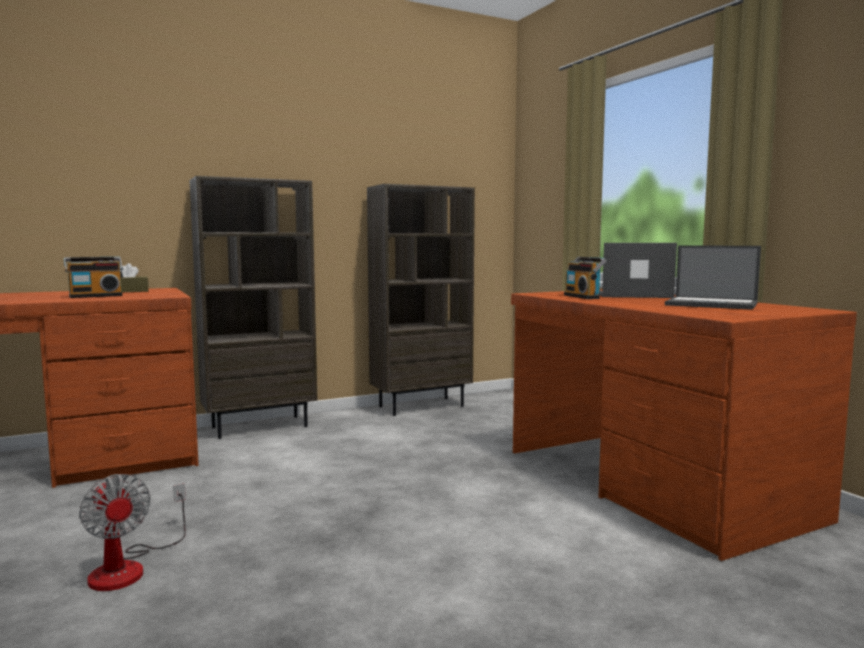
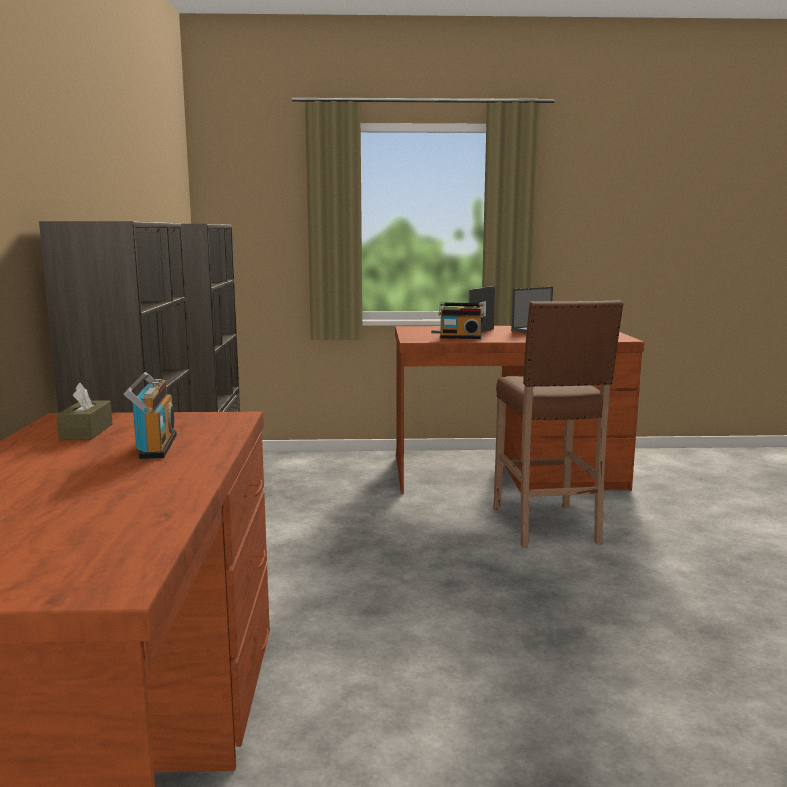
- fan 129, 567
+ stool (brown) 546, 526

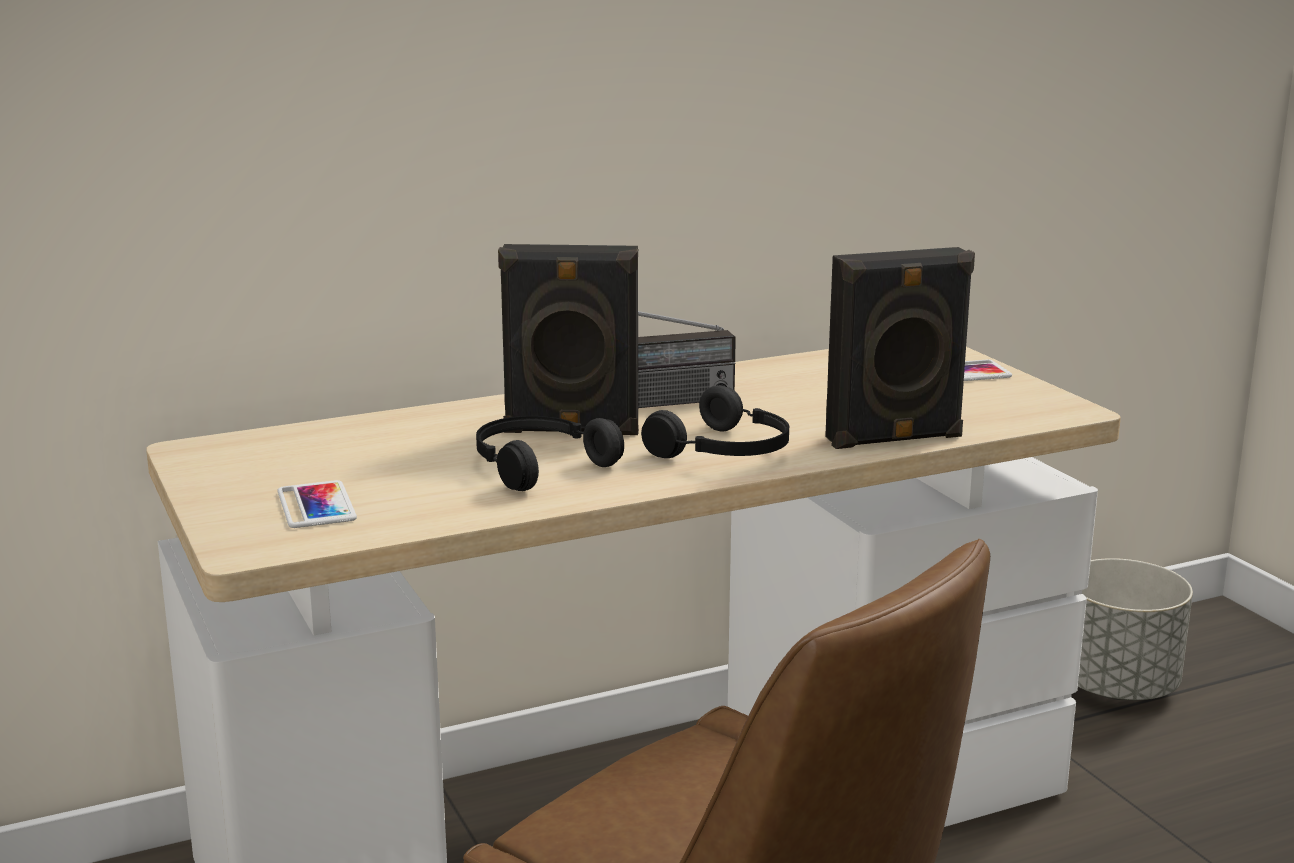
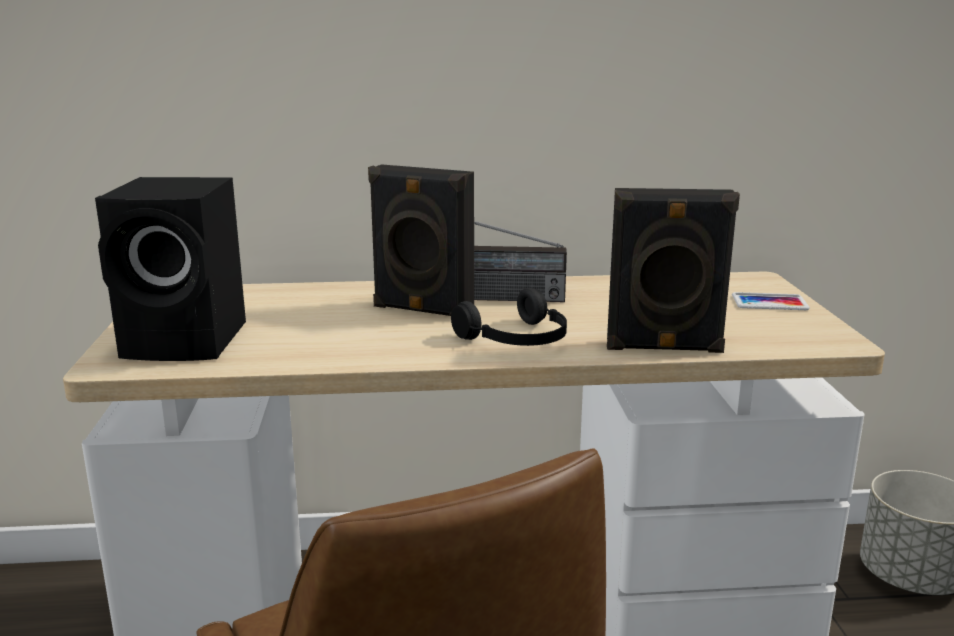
- headphones (black) 537, 466
~ phone 316, 505 to speaker (black) 189, 341

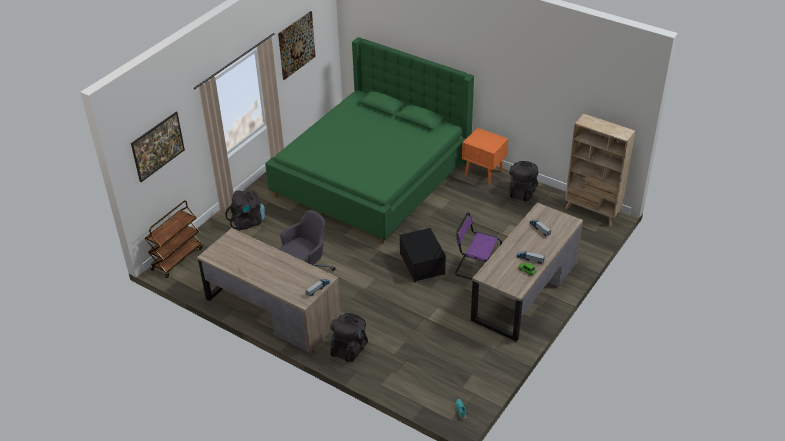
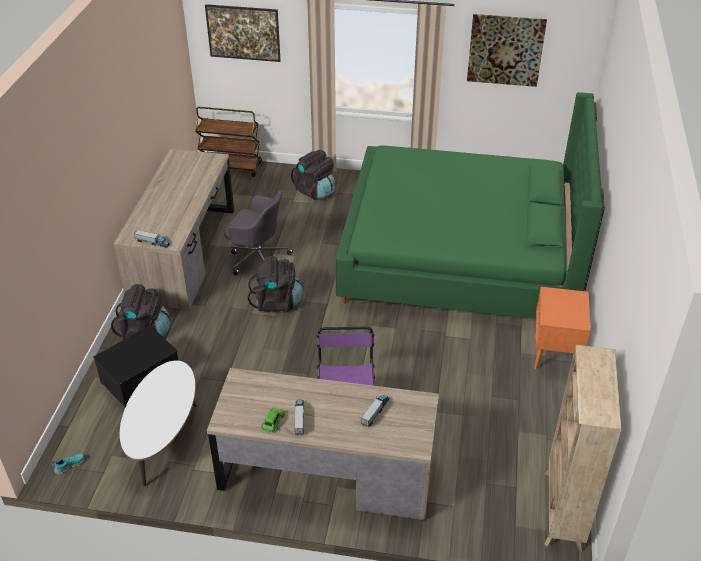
~ backpack (black) 522, 192 to 277, 302
~ storage box 421, 264 to 141, 379
+ coffee table (white) 165, 437

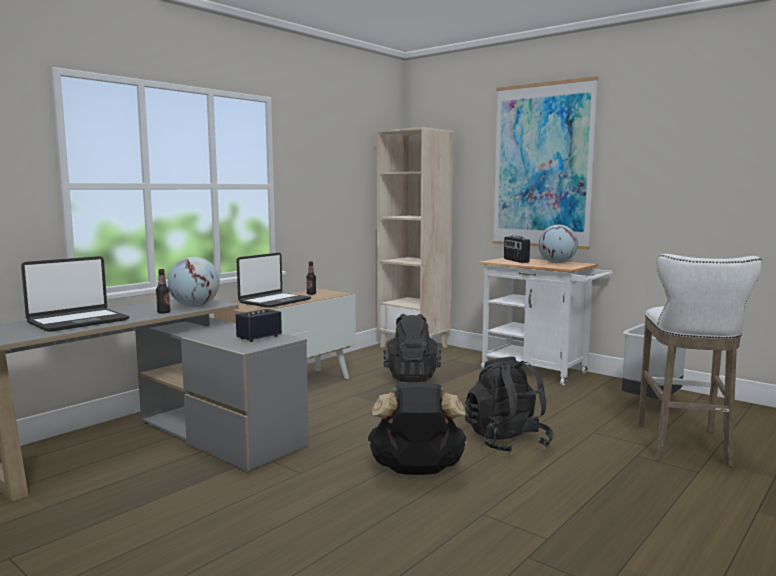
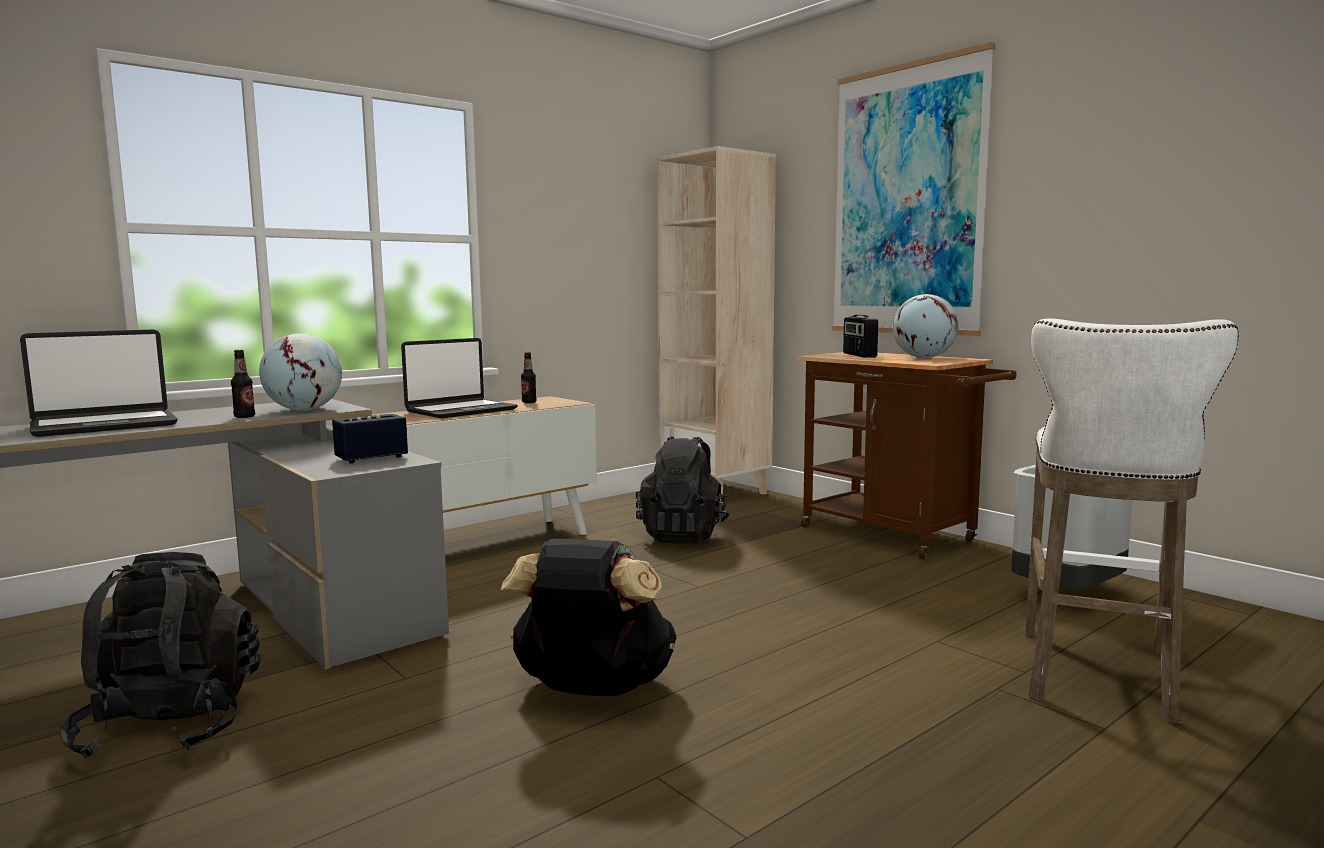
~ cart (white) 540, 371 to cart (brown) 896, 536
~ backpack (black) 507, 441 to 172, 725

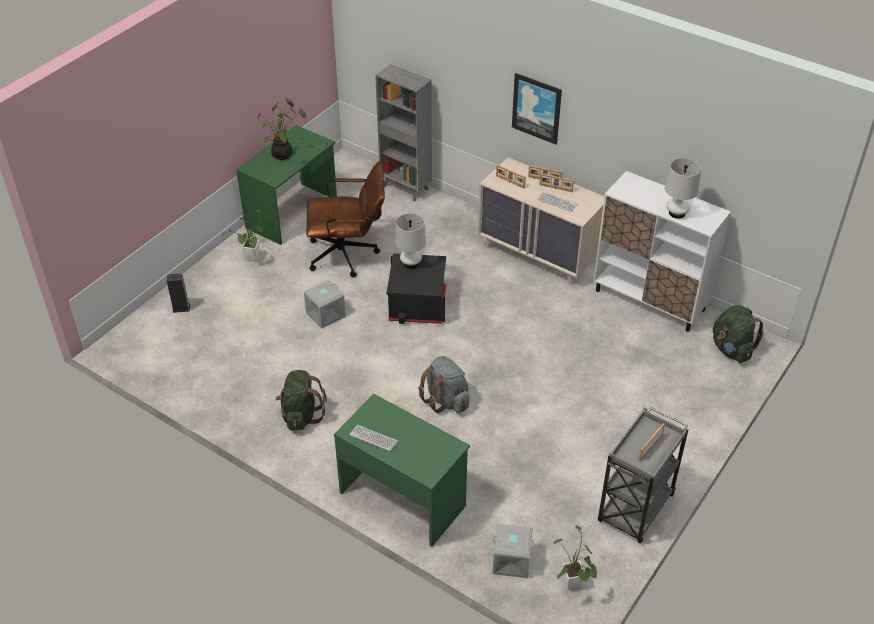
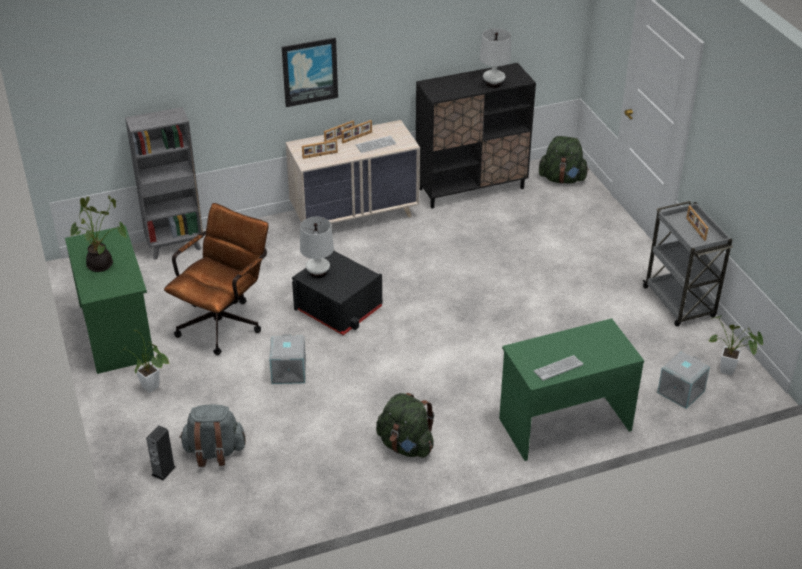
~ cabinet (white) 650, 300 to cabinet (black) 471, 188
~ backpack (grey) 446, 400 to 214, 452

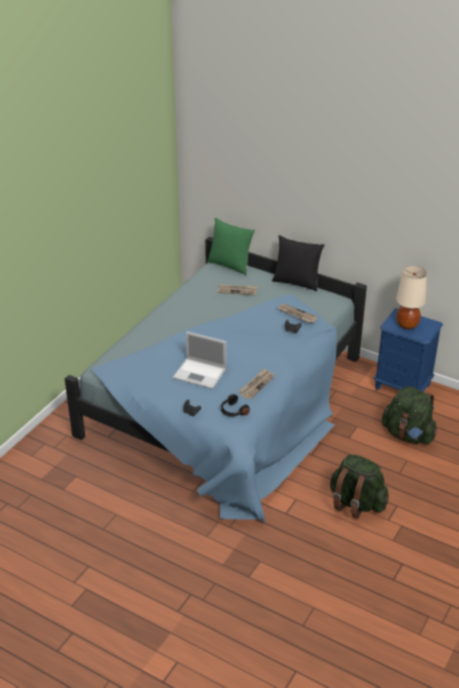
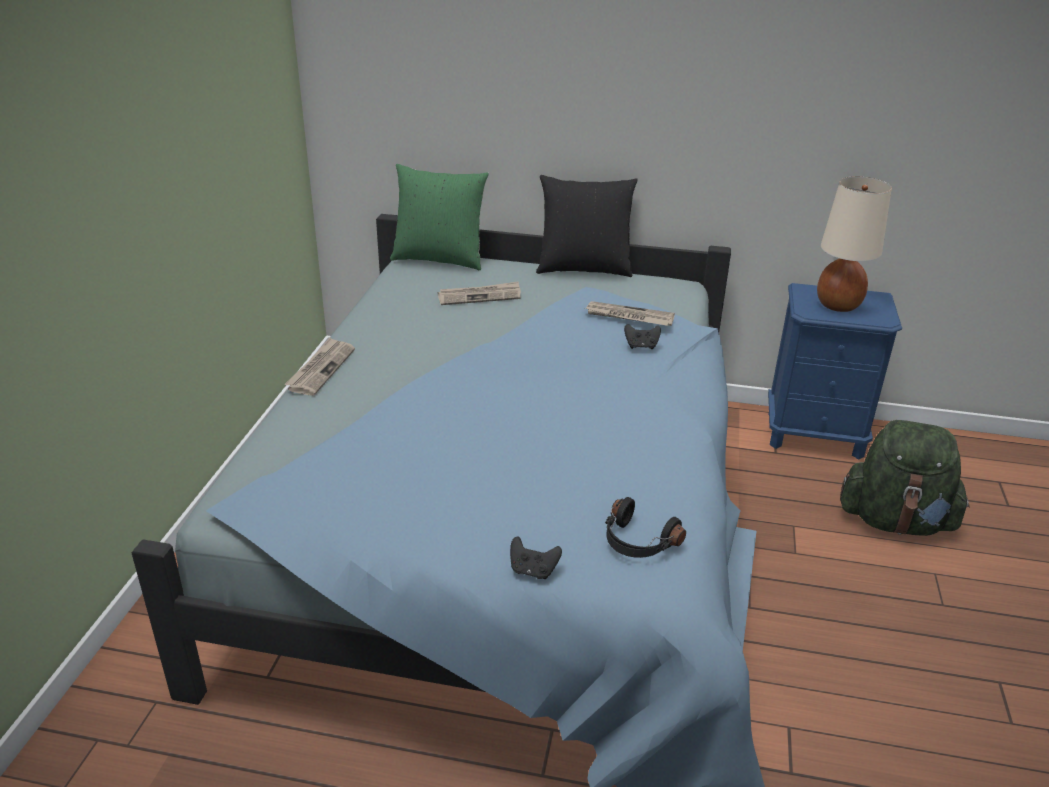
- laptop 200, 373
~ newspaper 256, 385 to 321, 369
- backpack (green) 356, 503

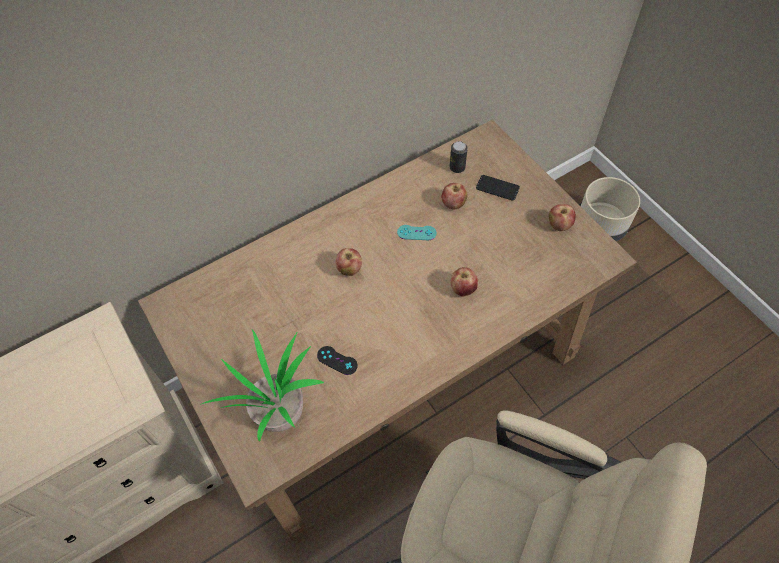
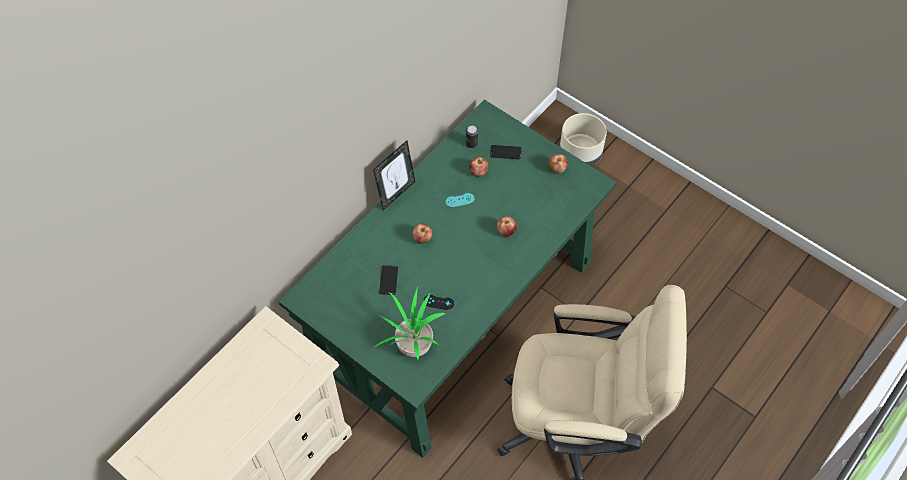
~ desk (brown) 392, 371 to desk (green) 453, 314
+ picture frame 396, 193
+ phone 388, 280

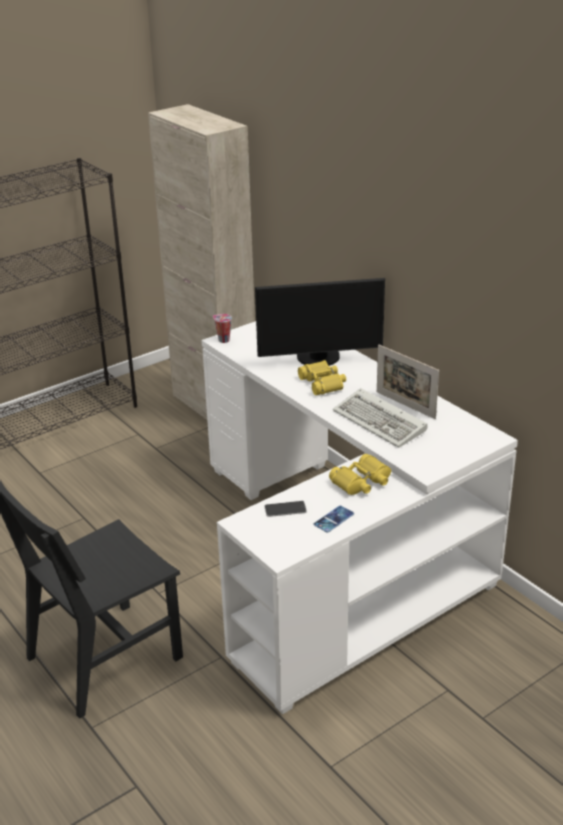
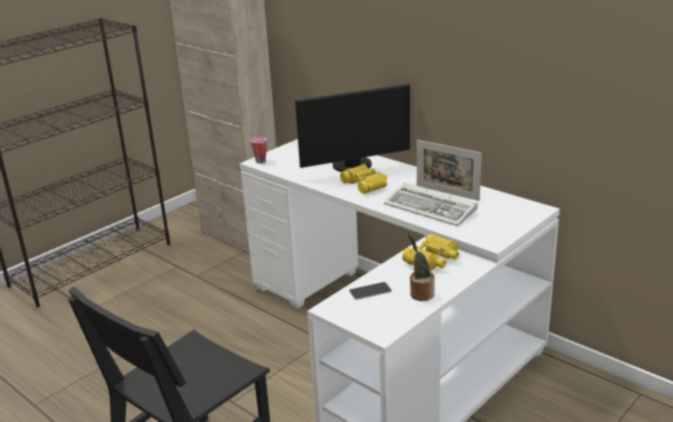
~ phone 333, 519 to potted plant 420, 294

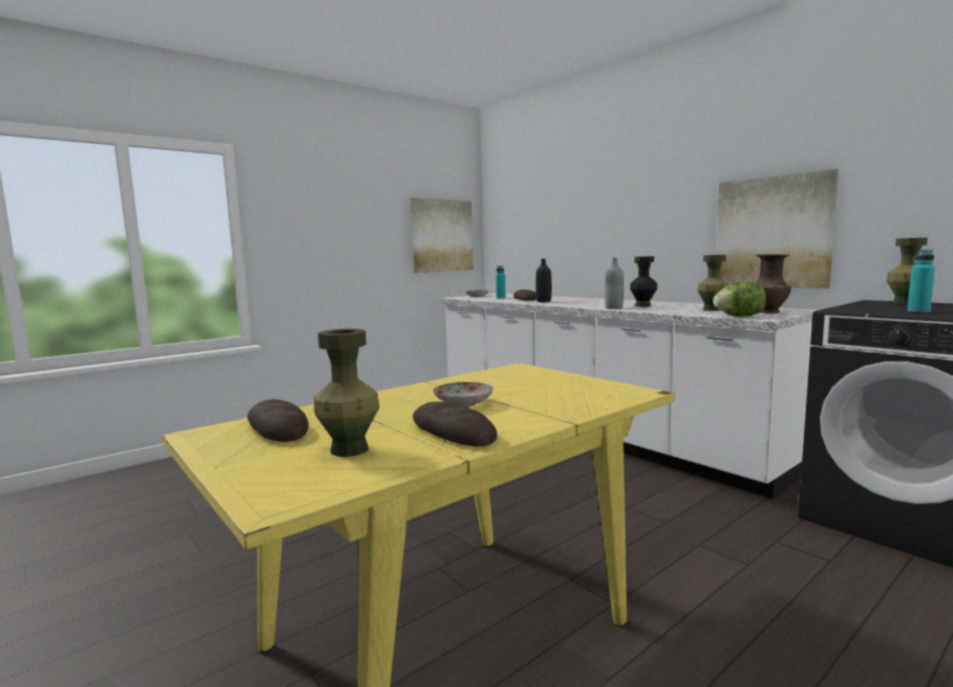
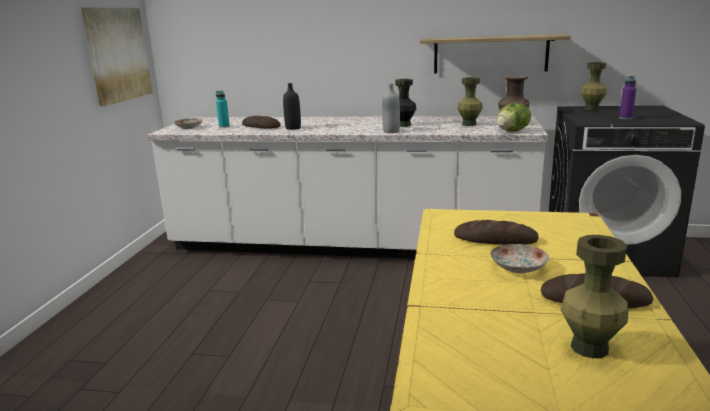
~ picture 772, 232 to shelf 490, 54
~ bottle (turquoise) 918, 311 to bottle (purple) 625, 118
~ bread 278, 428 to 495, 239

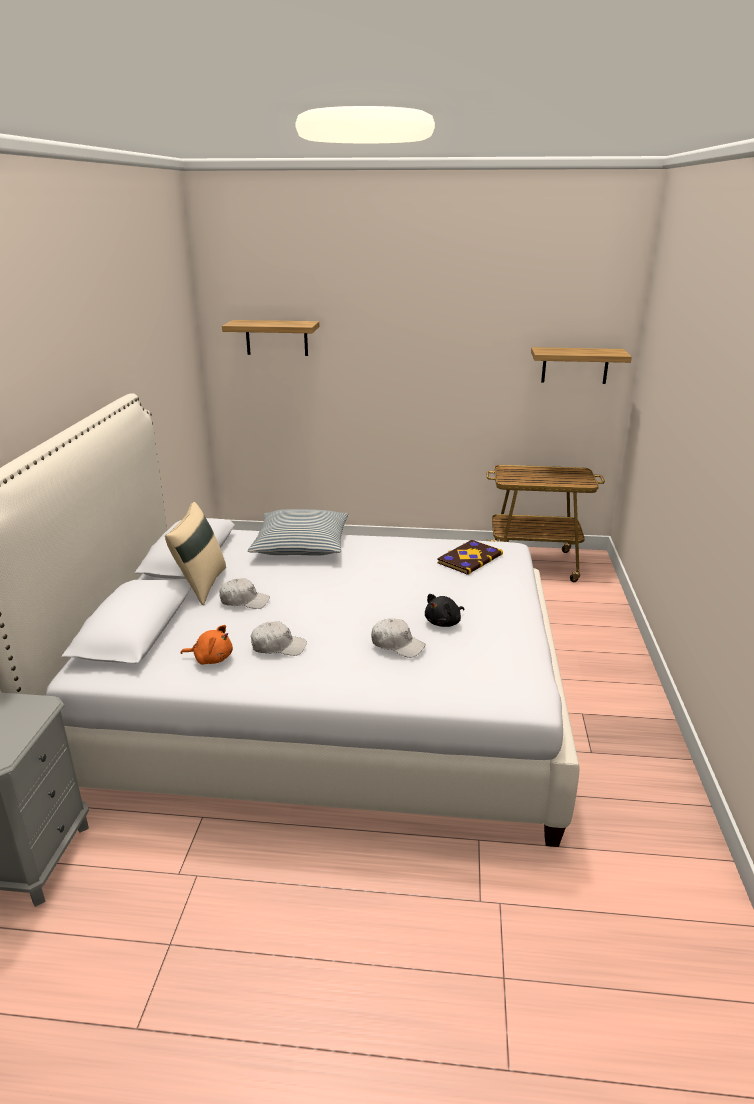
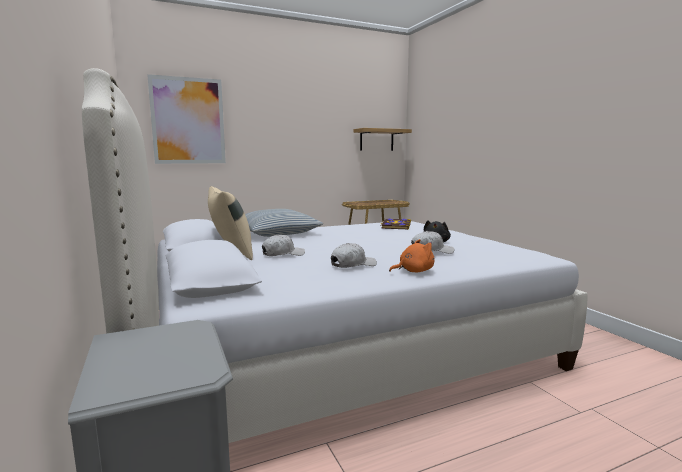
~ shelf 276, 338 to picture 188, 121
~ plush toy (orange) 211, 658 to 413, 271

